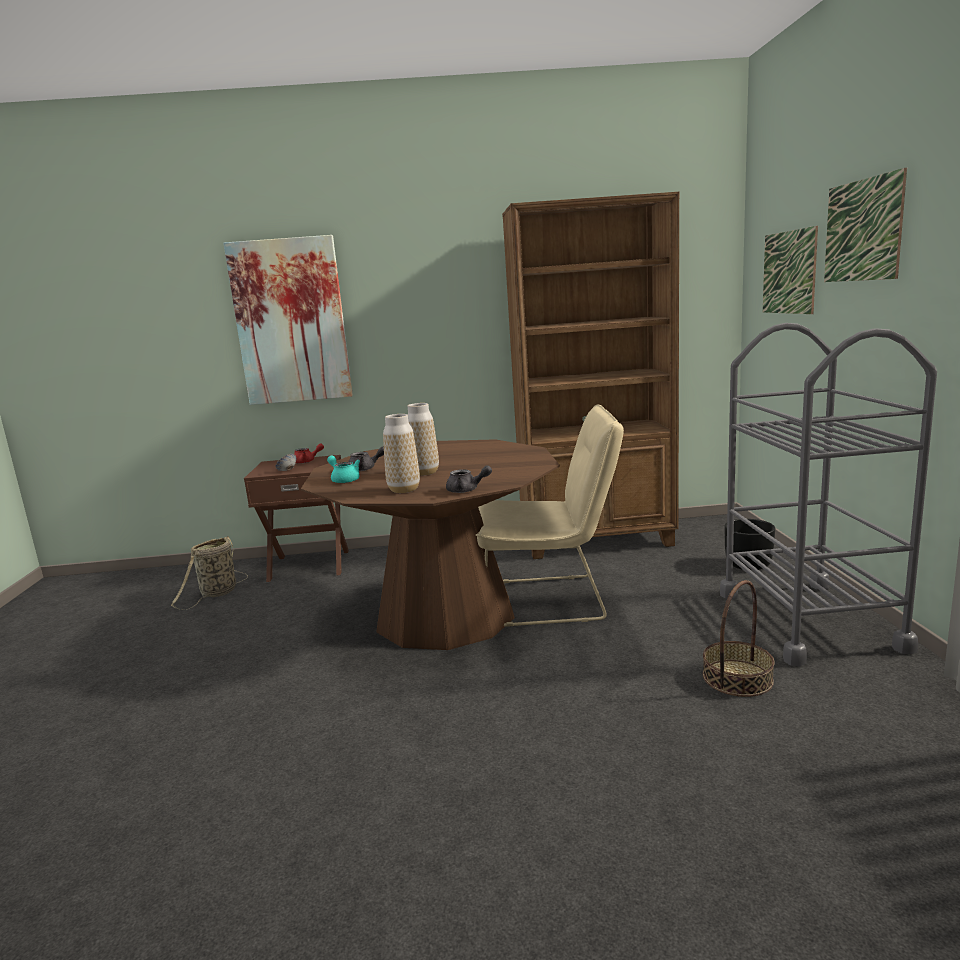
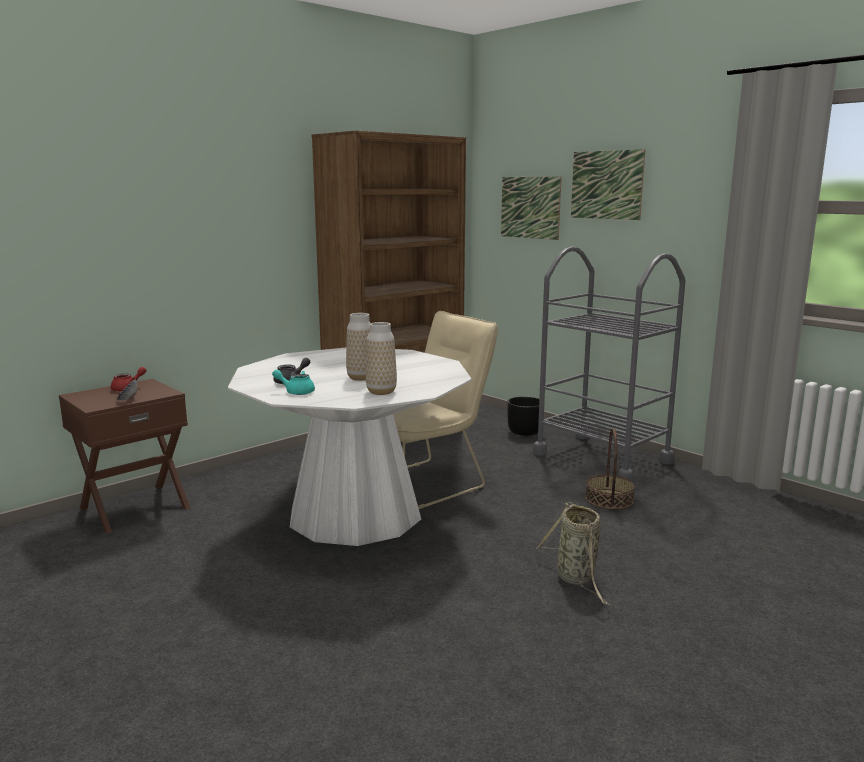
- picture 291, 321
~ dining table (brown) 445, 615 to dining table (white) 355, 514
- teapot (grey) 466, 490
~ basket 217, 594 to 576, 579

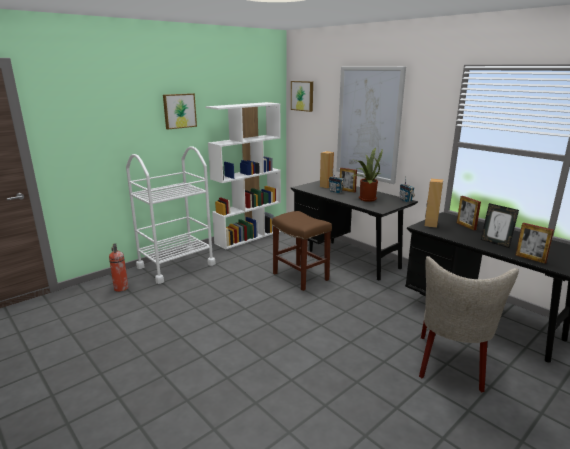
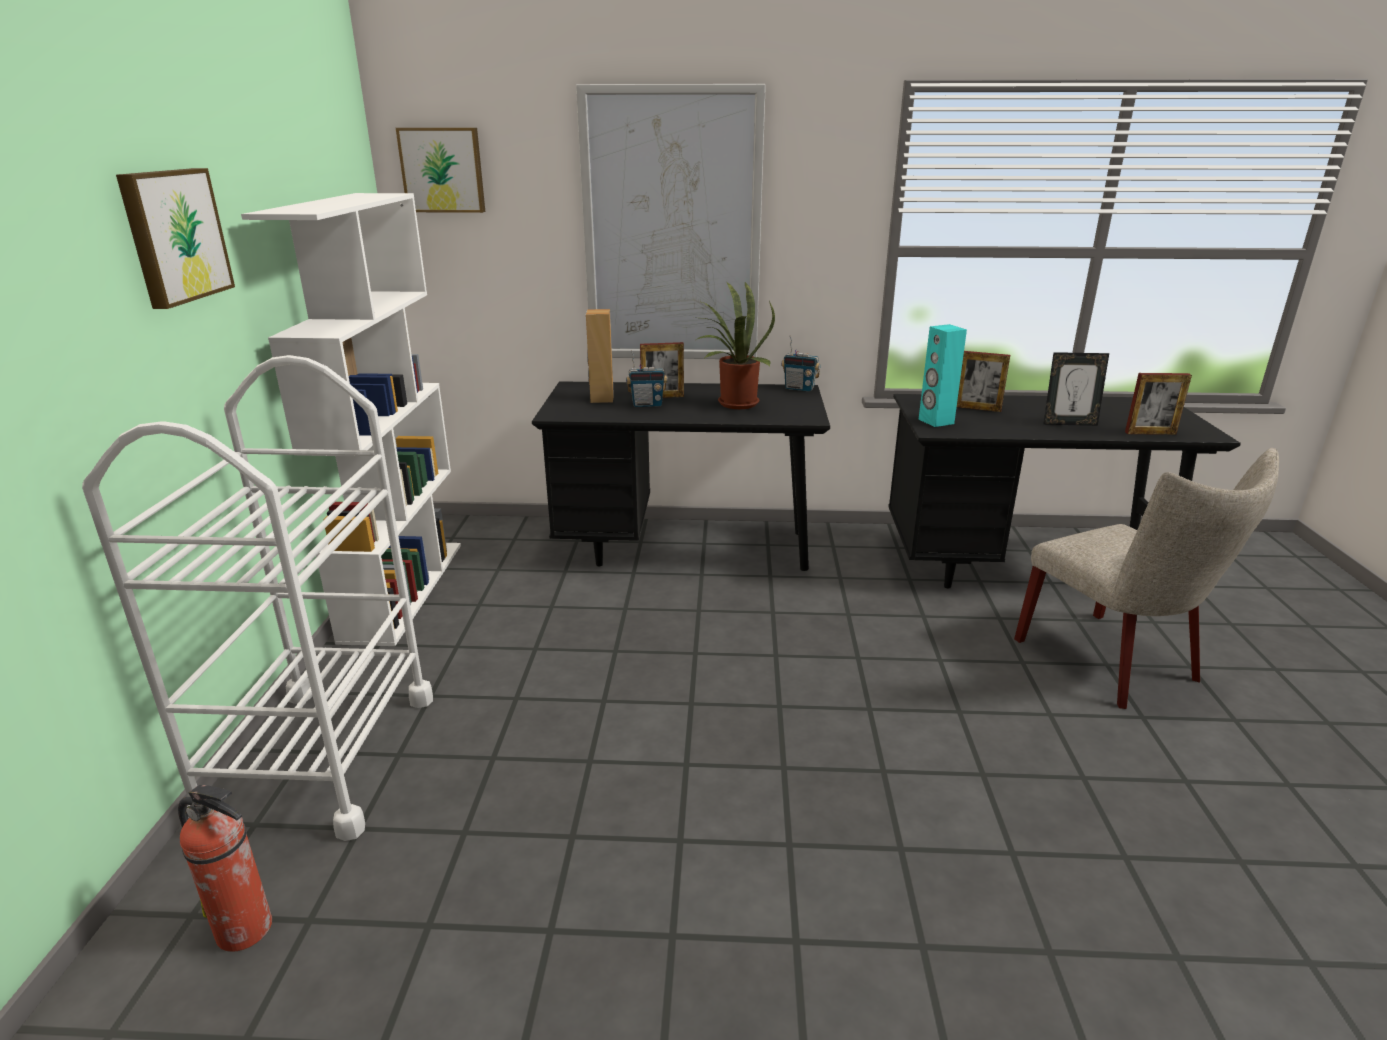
~ speaker (brown) 430, 224 to speaker (turquoise) 935, 421
- stool (brown) 299, 276

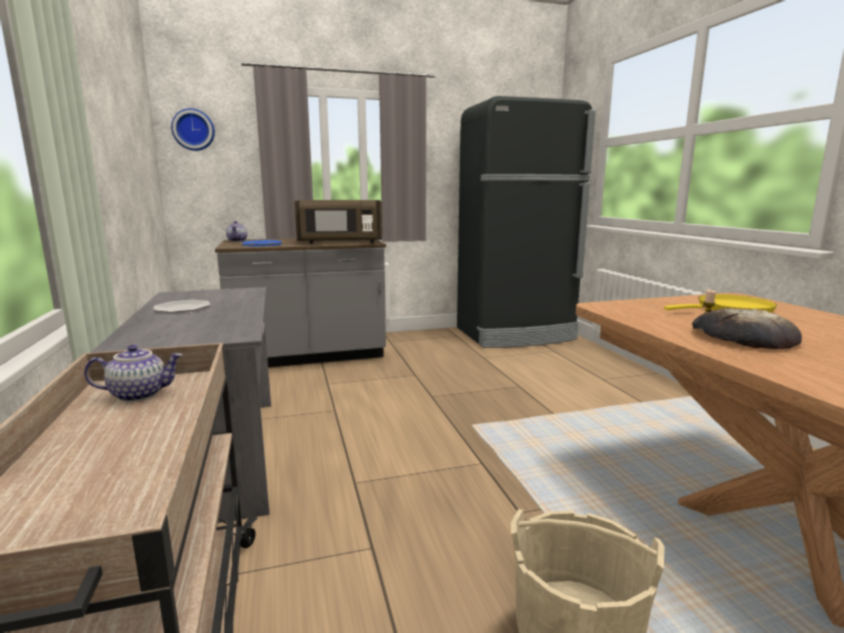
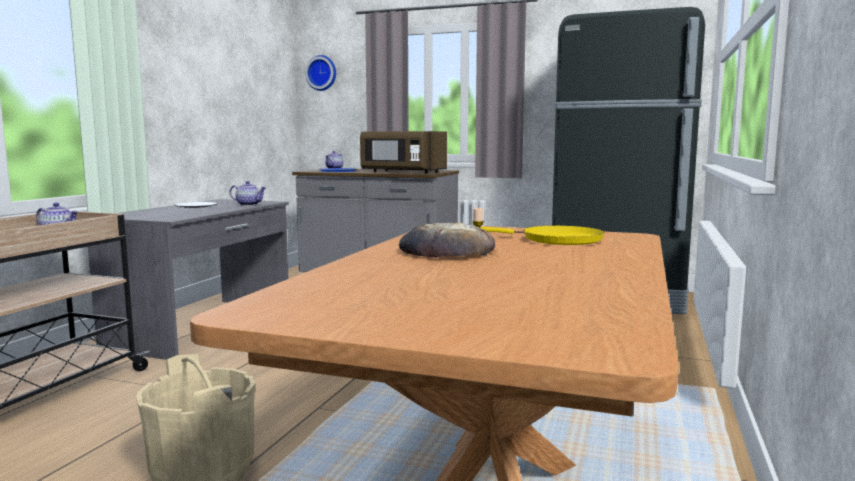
+ teapot 249, 204

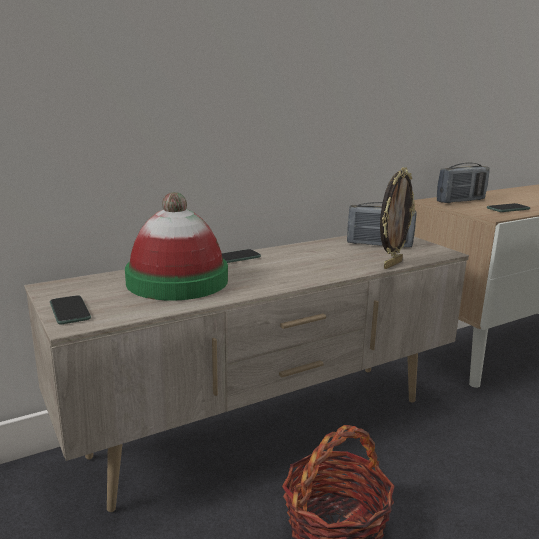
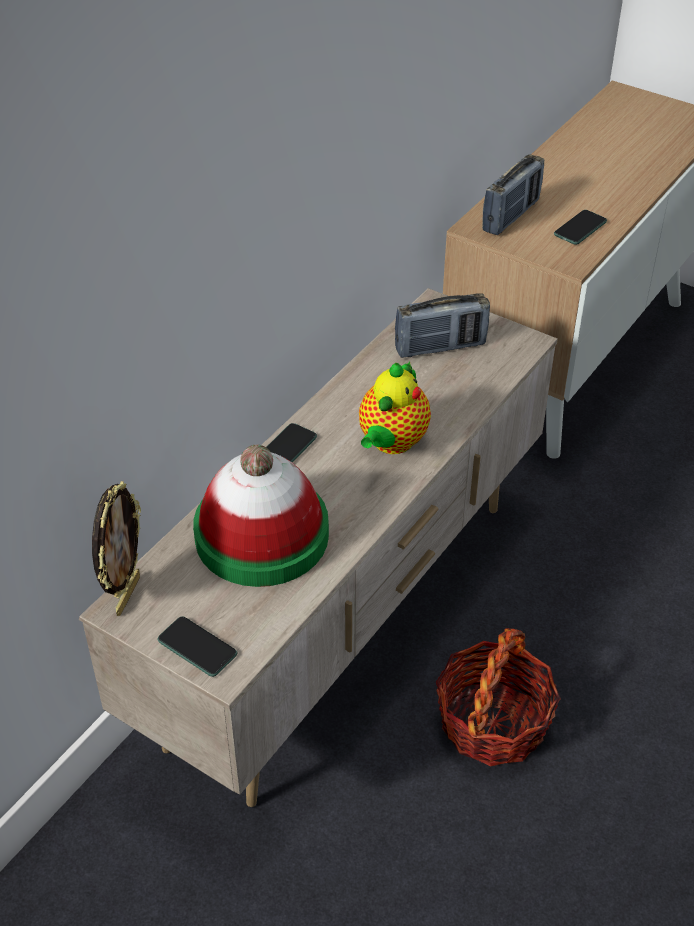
~ picture frame 391, 264 to 126, 594
+ teapot 391, 443

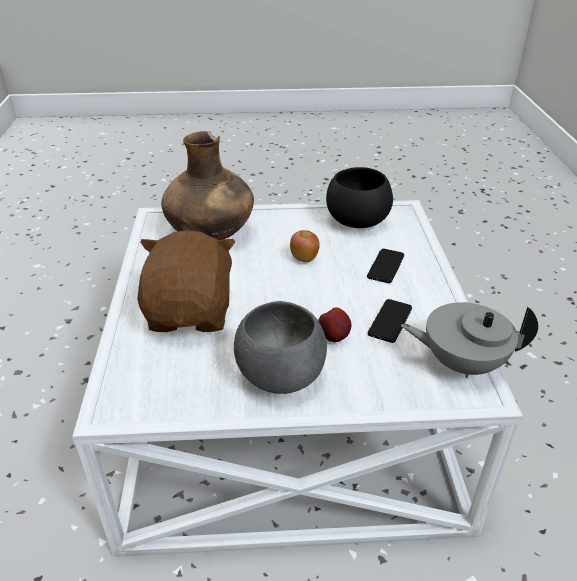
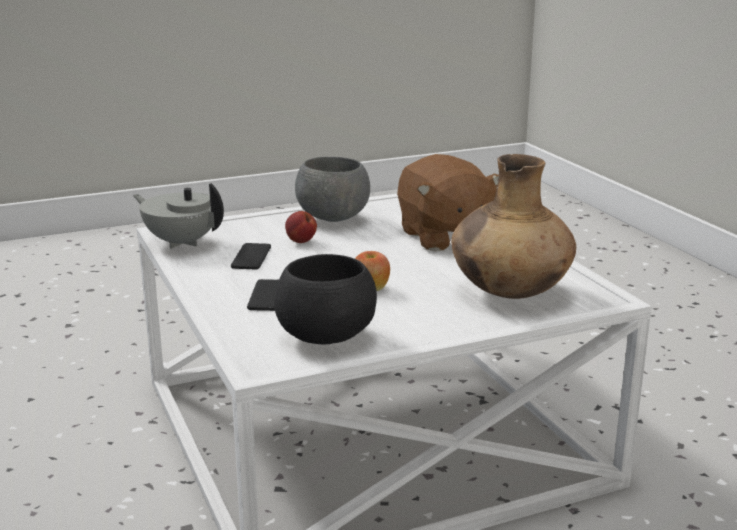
~ teapot (grey) 461, 363 = 181, 242 135 degrees counterclockwise

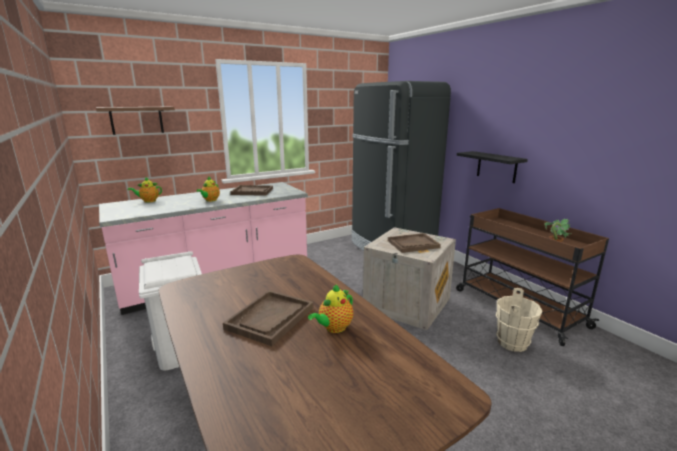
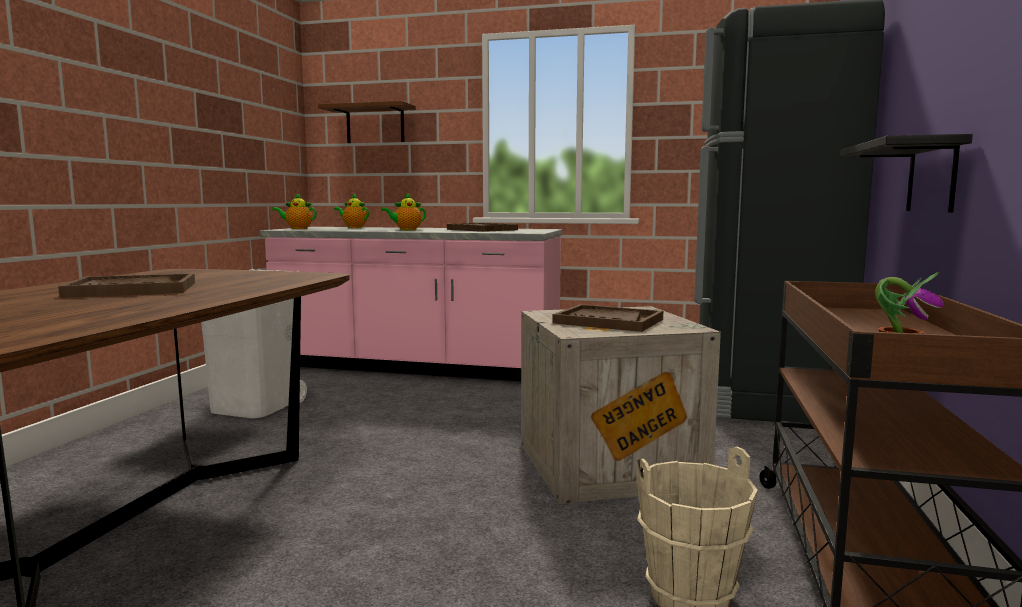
~ teapot 334, 328 to 297, 228

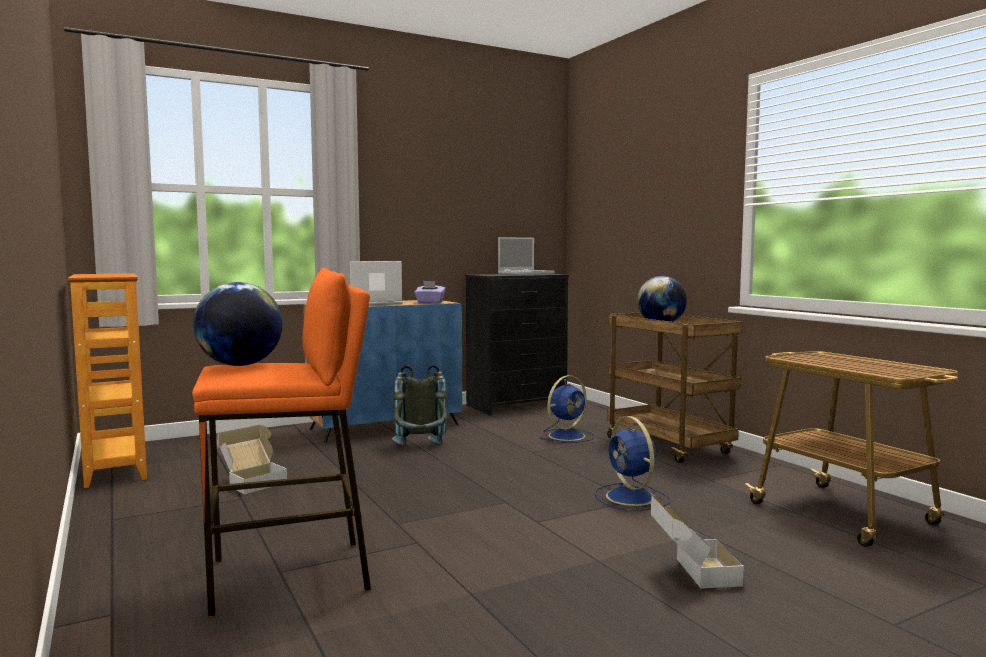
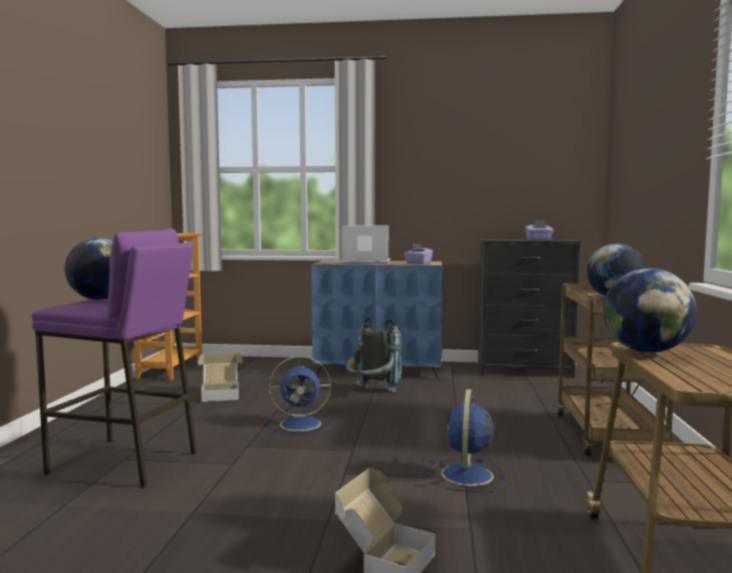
~ laptop 526, 274 to tissue box (purple) 538, 239
~ stool (orange) 290, 575 to stool (purple) 124, 463
~ fan (blue) 568, 436 to 302, 424
+ globe 646, 351

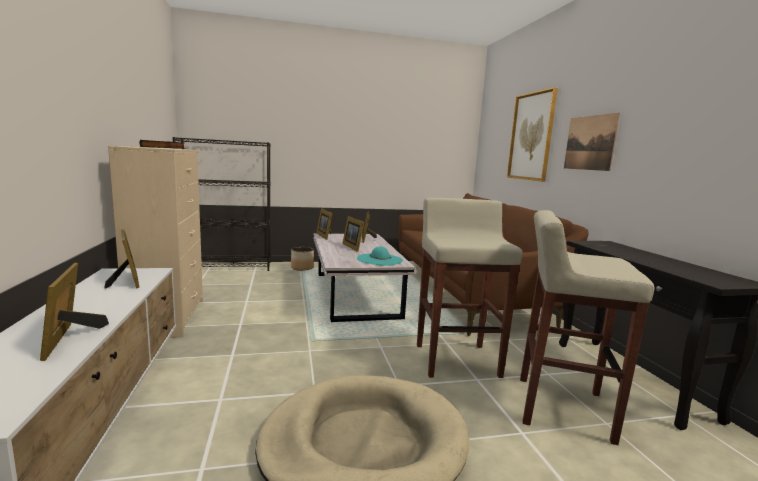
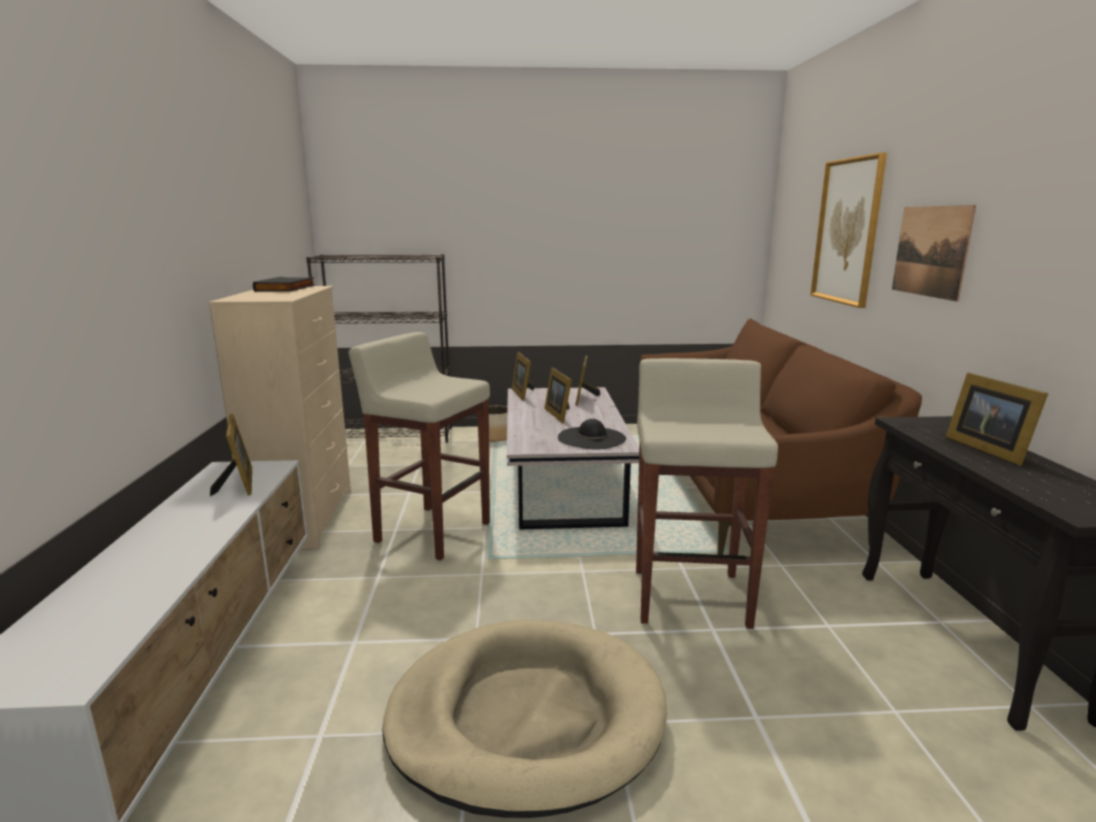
~ stool (beige) 560, 407 to 431, 532
~ hat (turquoise) 379, 259 to hat (black) 591, 438
~ picture frame 71, 338 to 987, 449

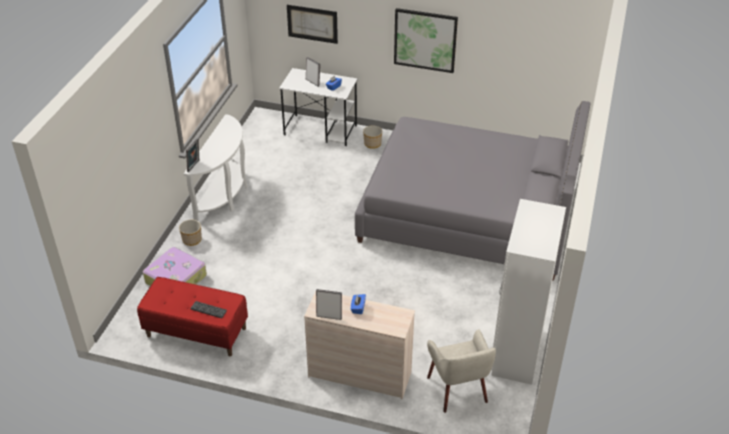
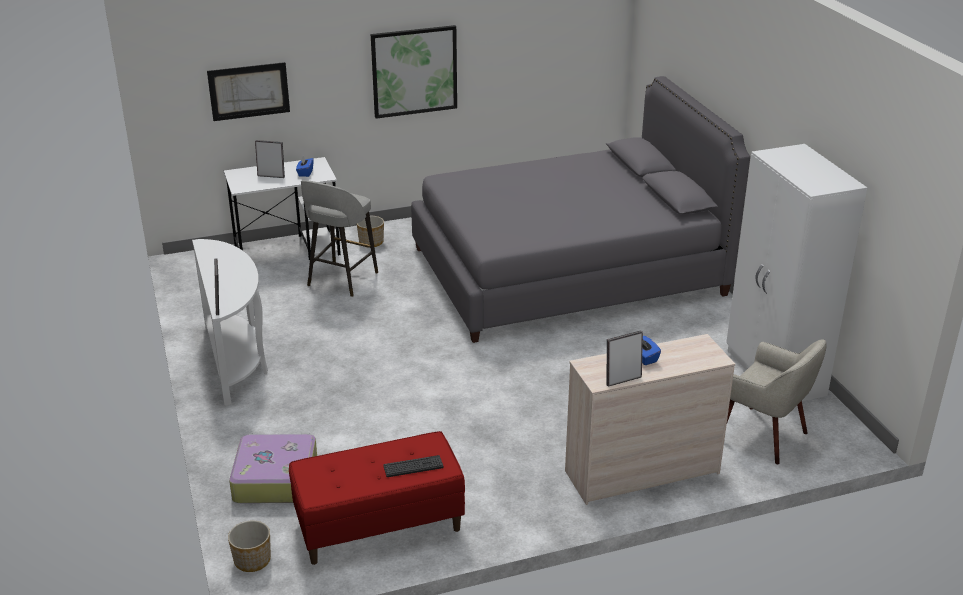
~ planter 192, 240 to 252, 560
+ stool (grey) 341, 280

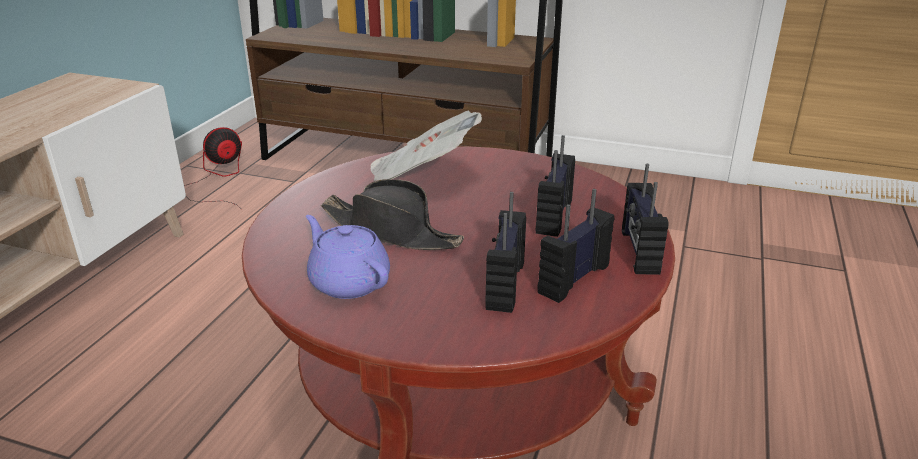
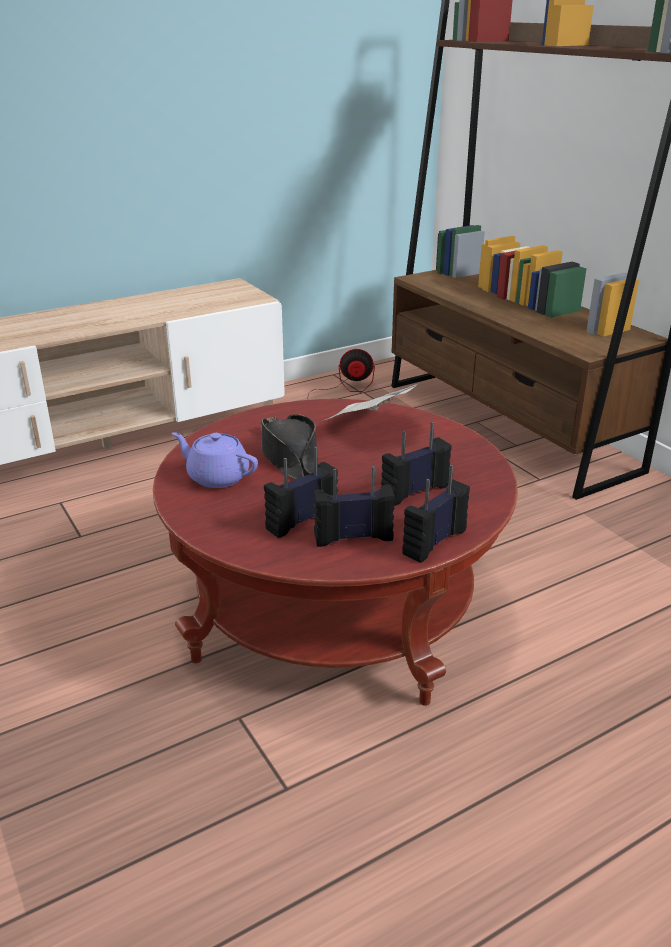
~ teapot (purple) 348, 282 = 217, 477 60 degrees counterclockwise

